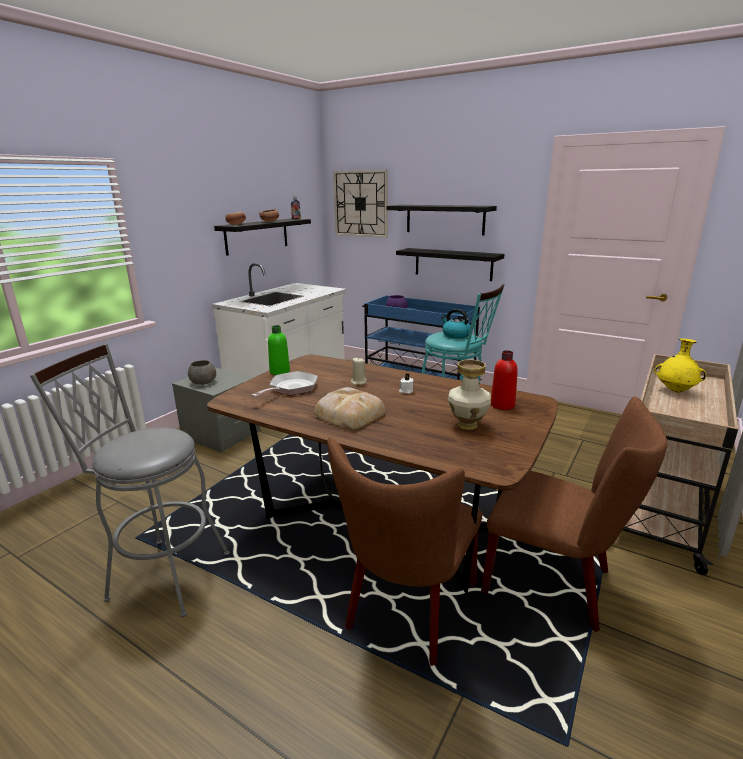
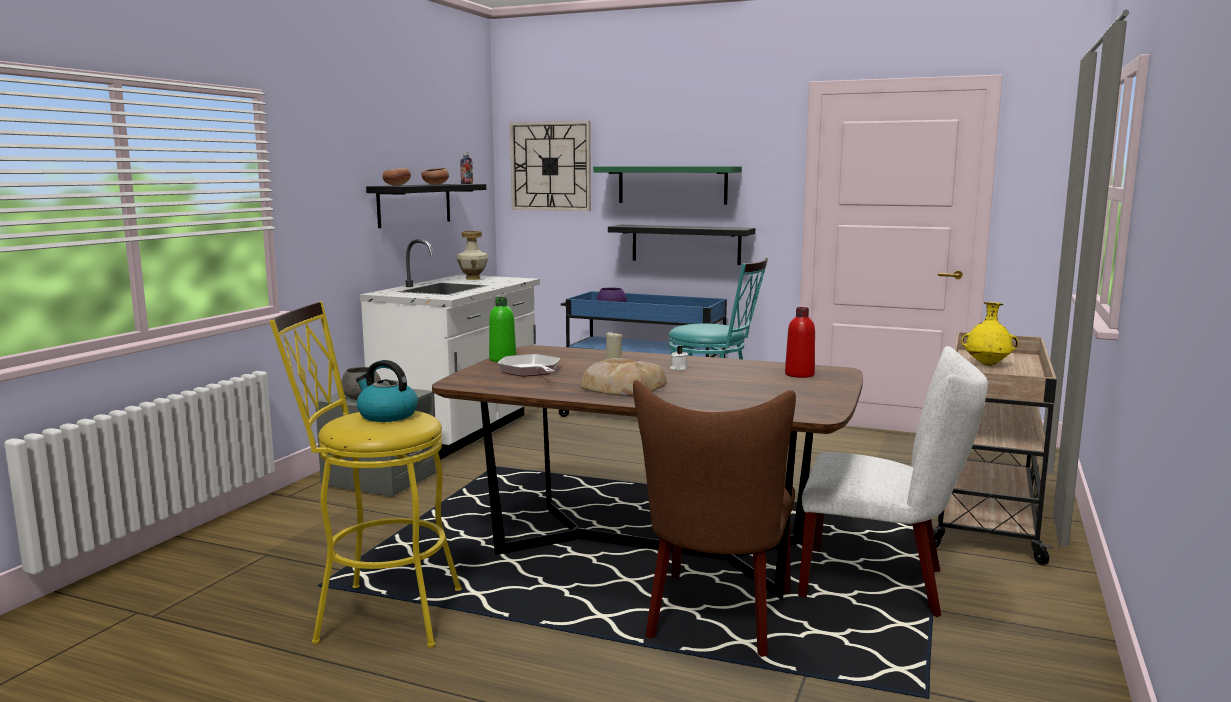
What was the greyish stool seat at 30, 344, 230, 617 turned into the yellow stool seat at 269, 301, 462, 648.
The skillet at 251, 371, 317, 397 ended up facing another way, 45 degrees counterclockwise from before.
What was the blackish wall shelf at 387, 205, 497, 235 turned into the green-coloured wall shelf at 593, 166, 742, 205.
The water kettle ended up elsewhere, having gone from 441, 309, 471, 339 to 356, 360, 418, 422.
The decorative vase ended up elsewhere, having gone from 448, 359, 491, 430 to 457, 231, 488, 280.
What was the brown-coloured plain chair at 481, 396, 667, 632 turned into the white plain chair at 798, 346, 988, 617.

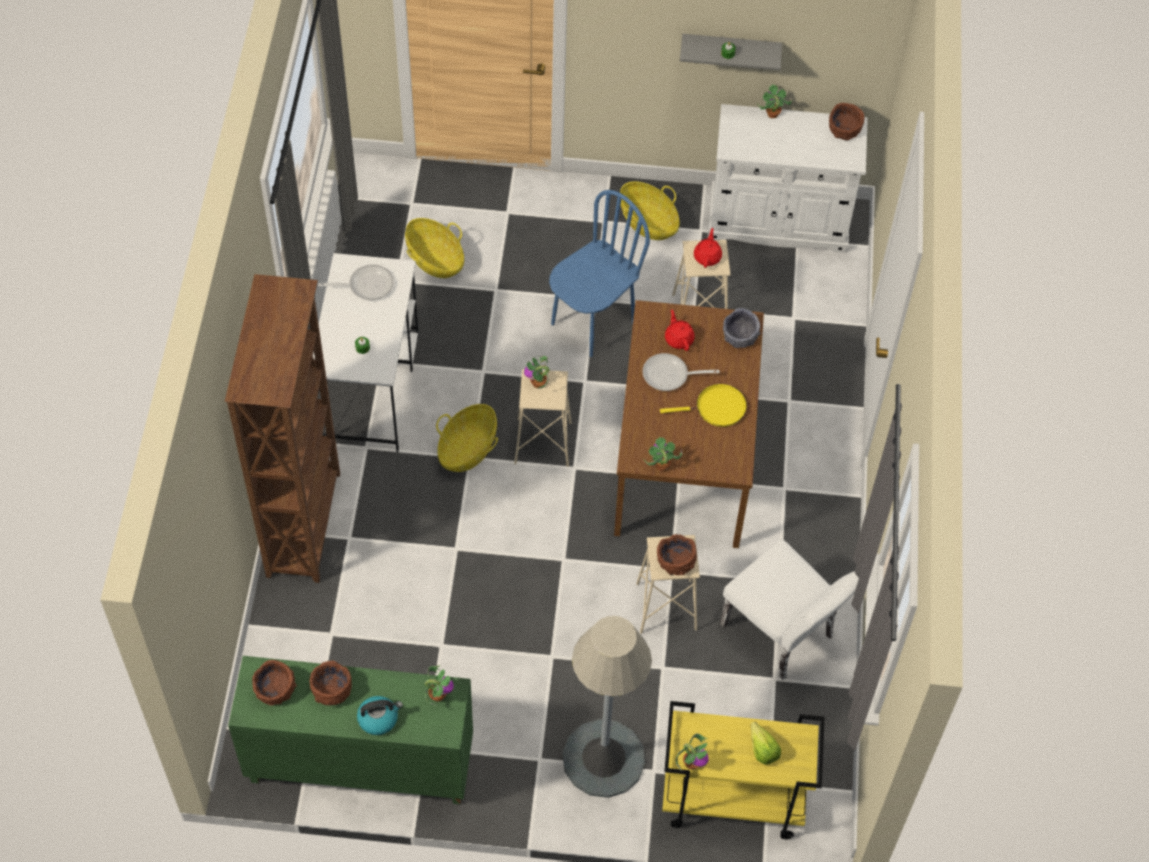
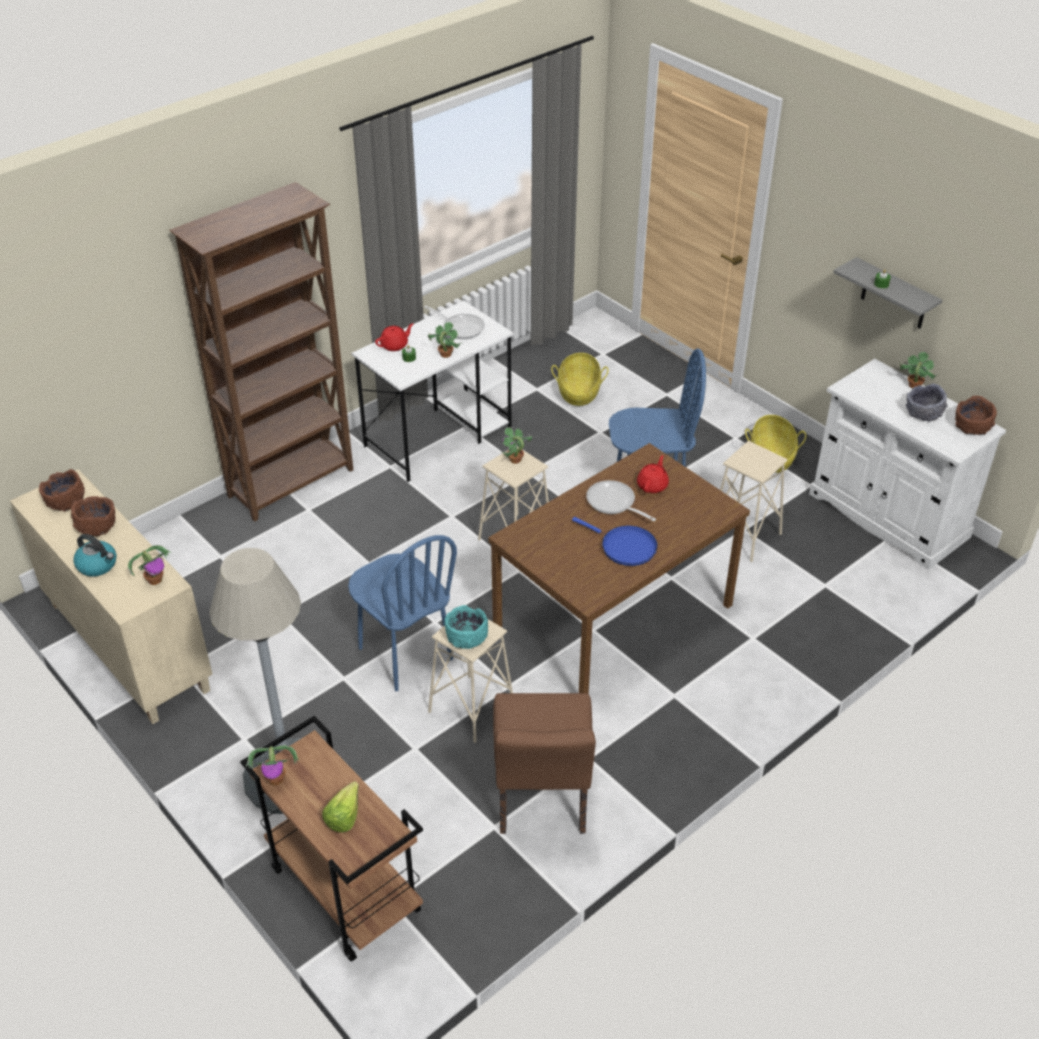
What was the green-coloured cabinet at 228, 656, 473, 804 turned into the beige cabinet at 10, 469, 212, 724.
The second view lost the household basket at 436, 404, 498, 472.
The plant in a pot ended up elsewhere, having gone from 643, 437, 683, 471 to 427, 322, 462, 358.
What was the brown-coloured serving bowl at 657, 534, 697, 576 turned into the turquoise-coloured serving bowl at 444, 605, 488, 649.
What was the yellow skillet at 660, 384, 747, 427 turned into the blue skillet at 572, 517, 658, 566.
What was the yellow trolley at 662, 701, 825, 839 turned into the brown-coloured trolley at 240, 716, 423, 962.
The red tea pot ended up elsewhere, having gone from 694, 228, 722, 268 to 375, 323, 414, 351.
What was the white plain chair at 720, 539, 859, 680 turned into the brown-coloured plain chair at 493, 693, 596, 834.
The greyish serving bowl ended up elsewhere, having gone from 723, 308, 761, 348 to 906, 383, 948, 422.
The second view gained the blue plain chair at 348, 535, 457, 691.

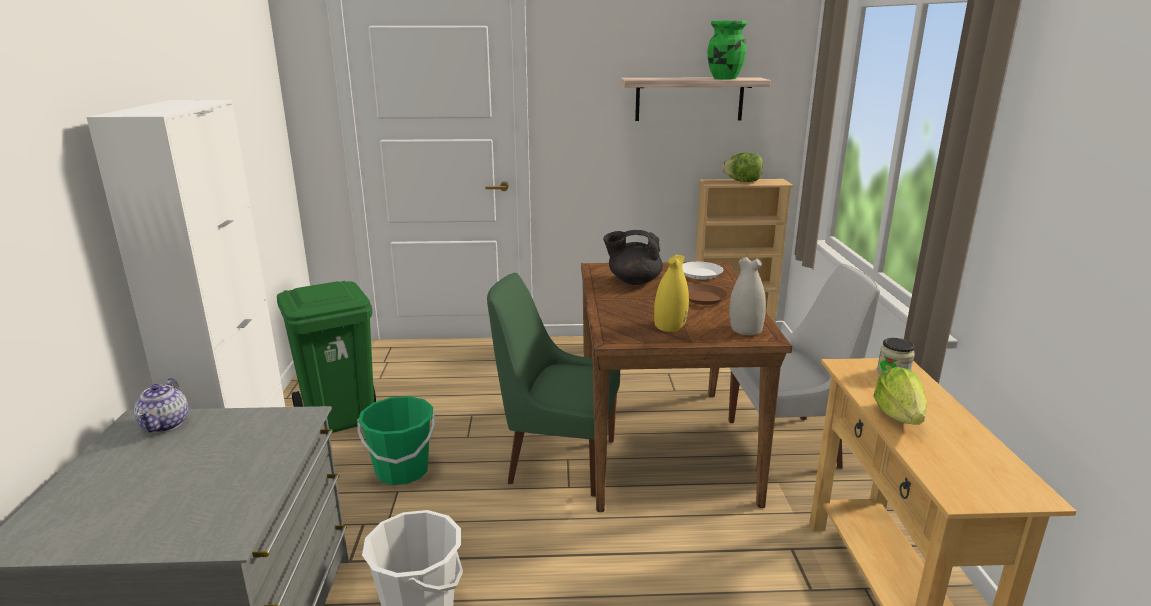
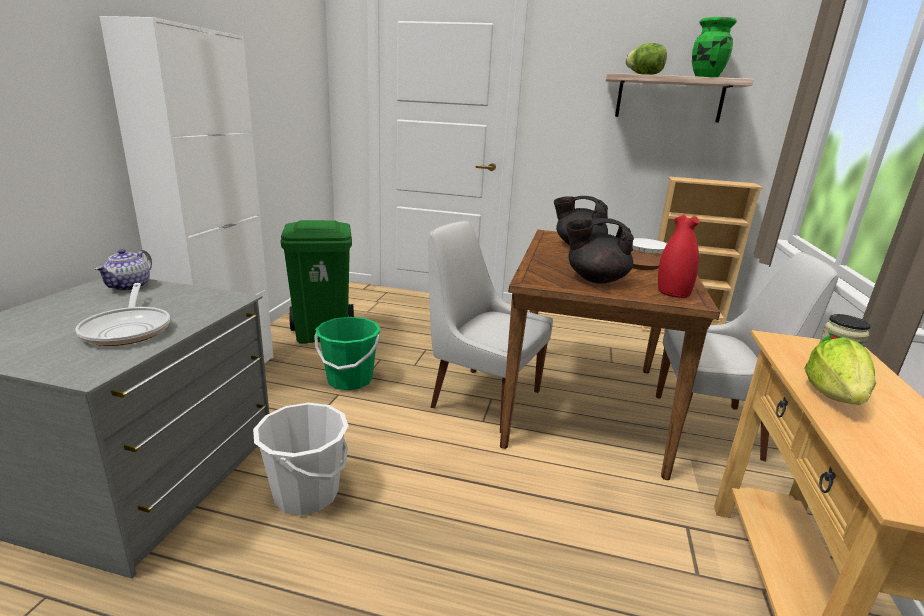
What was the green-coloured plain chair at 487, 273, 620, 497 turned into the white plain chair at 428, 221, 553, 433.
Where the yellow decorative vase stood at 654, 255, 689, 332, the blackish tea pot came to stand at 566, 218, 634, 284.
The lettuce head ended up elsewhere, having gone from 722, 153, 763, 182 to 625, 43, 667, 75.
What was the white decorative vase at 729, 257, 766, 335 turned into the red decorative vase at 658, 215, 699, 298.
The second view gained the skillet at 75, 283, 170, 346.

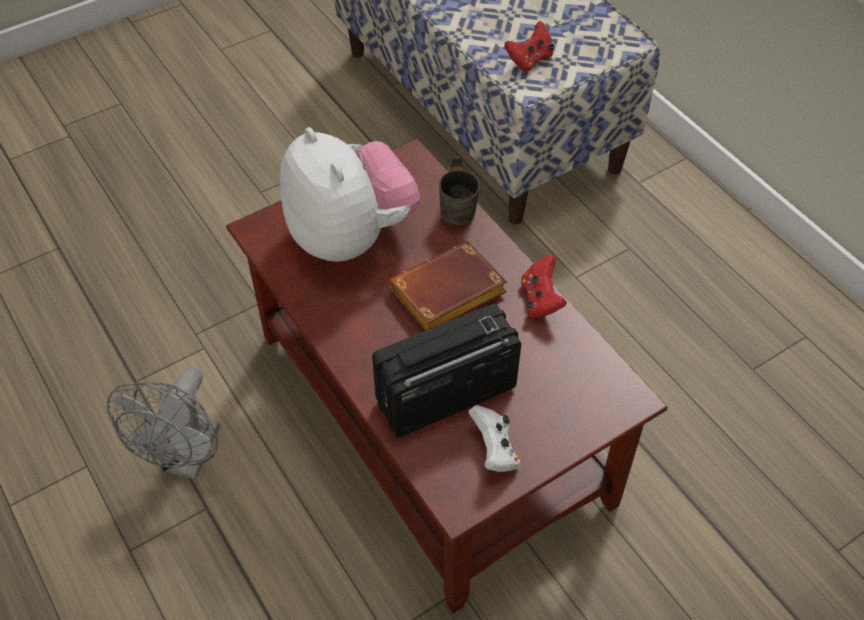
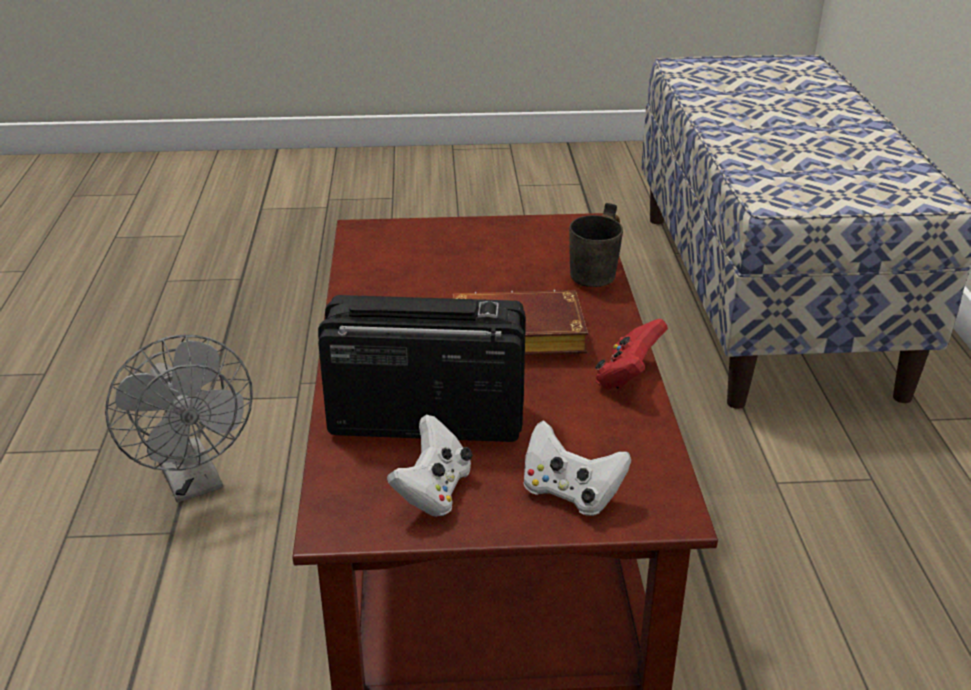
The greyish fan at 107, 367, 220, 480 ended up facing another way, 75 degrees counterclockwise from before.
The second view lost the plush toy at 280, 127, 420, 262.
The second view lost the red joypad at 504, 21, 554, 71.
The second view gained the white joypad at 523, 420, 631, 516.

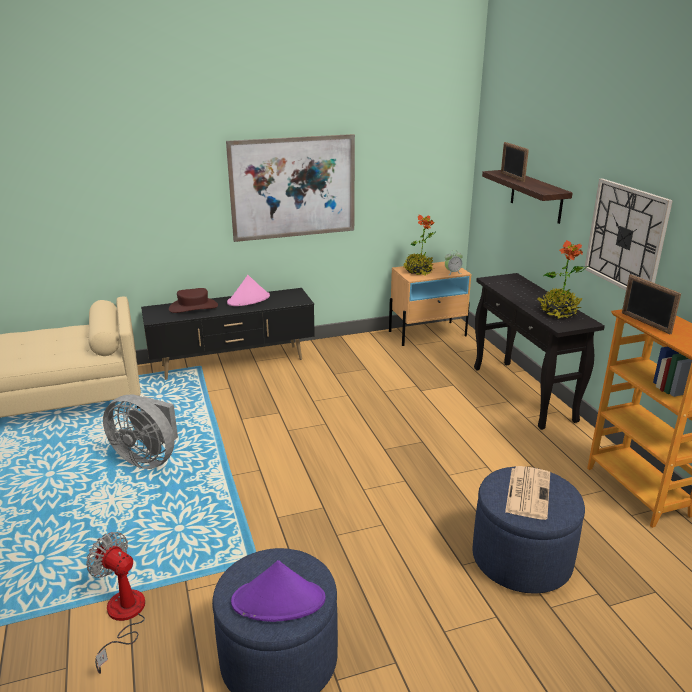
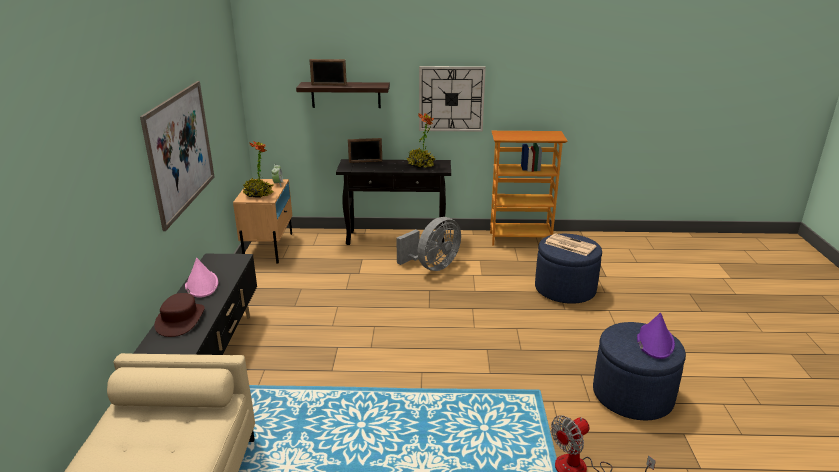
The greyish fan ended up elsewhere, having gone from 103, 395, 178, 469 to 396, 217, 461, 271.
The photo frame ended up elsewhere, having gone from 622, 274, 681, 334 to 348, 138, 382, 163.

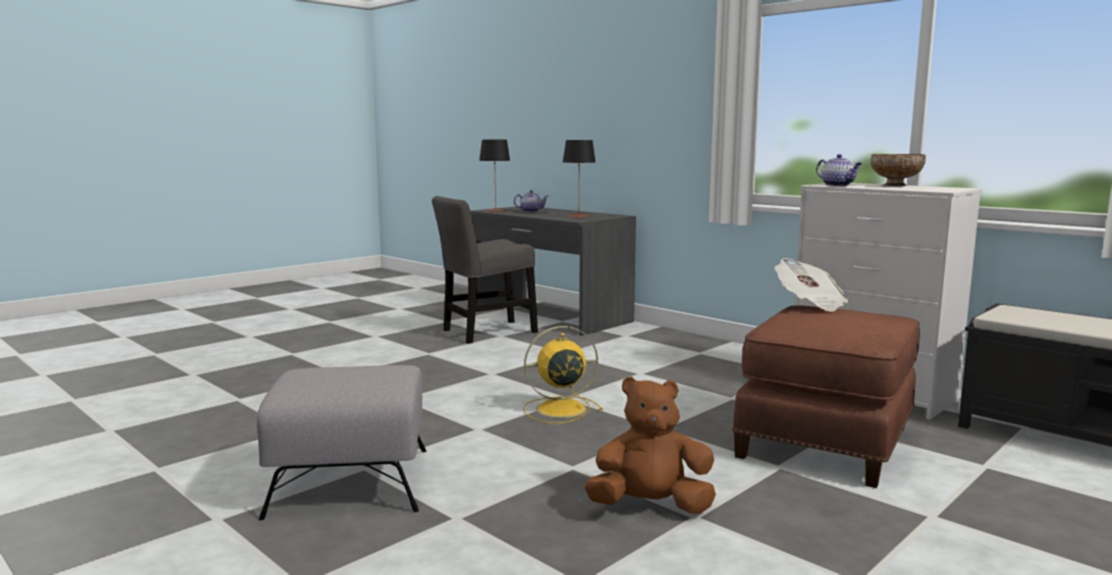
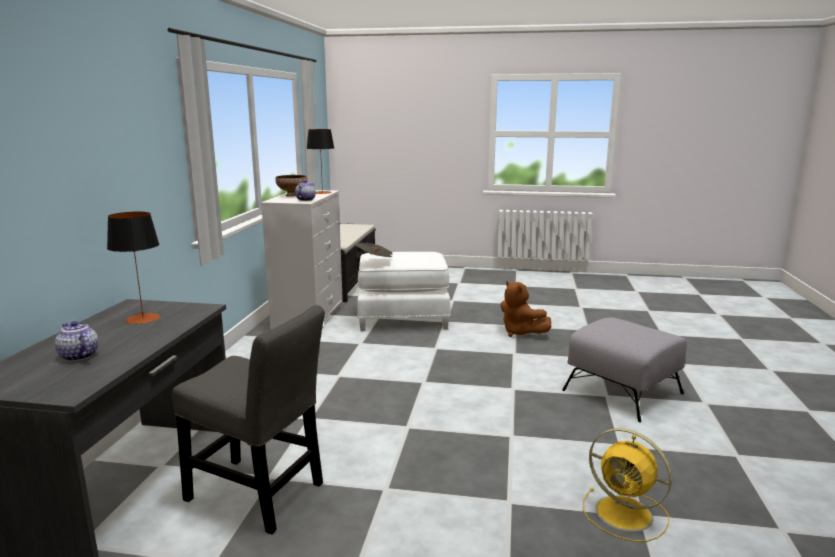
The table lamp ended up elsewhere, having gone from 479, 140, 510, 212 to 307, 129, 334, 194.
The yellow fan ended up elsewhere, having gone from 523, 326, 603, 424 to 583, 428, 672, 542.
What was the brown-coloured ottoman at 732, 305, 920, 488 turned into the white ottoman at 357, 252, 451, 331.

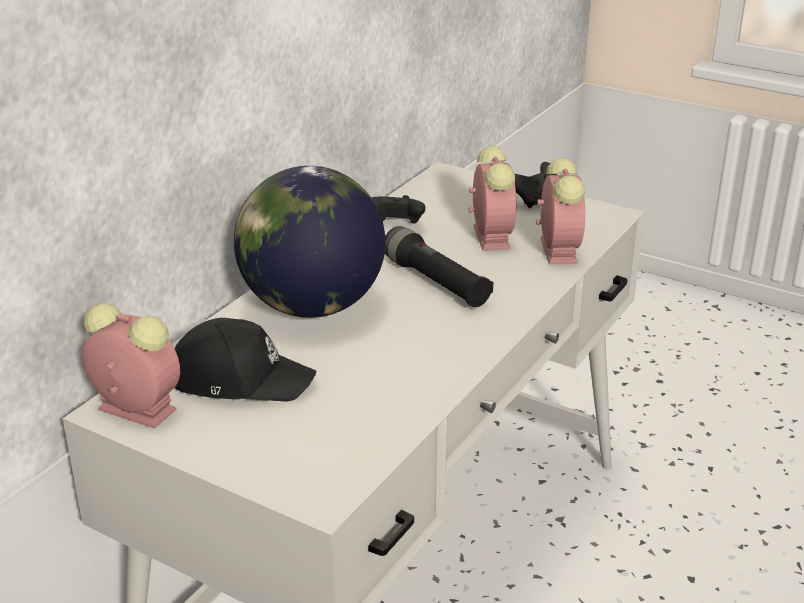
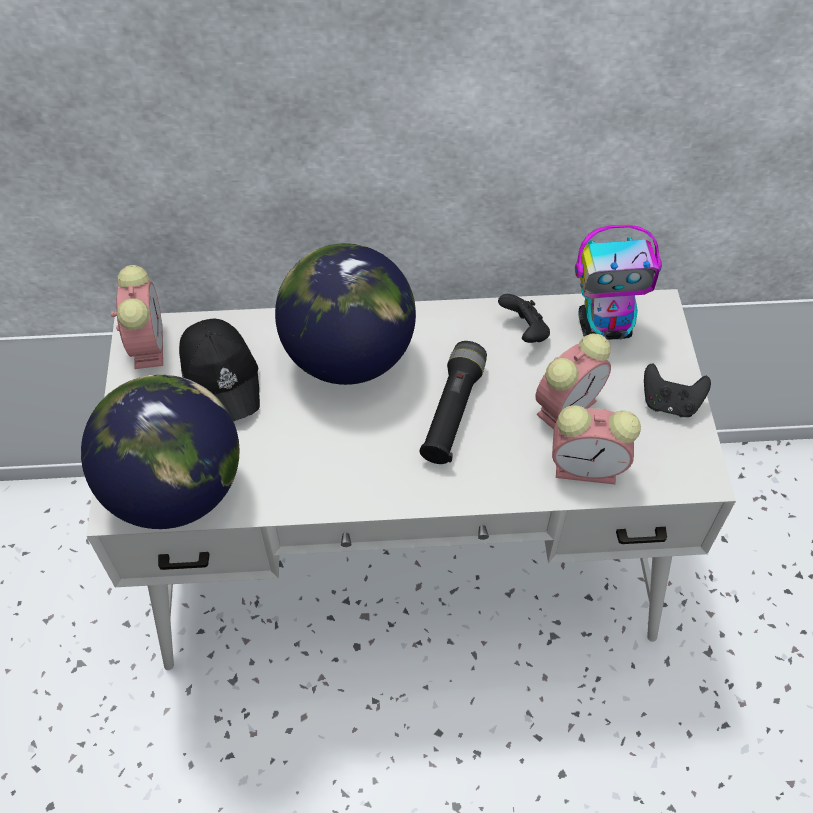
The table clock at 536, 158, 585, 264 ended up facing another way, 45 degrees clockwise from before.
The second view gained the globe at 81, 375, 239, 529.
The second view gained the model robot at 575, 225, 662, 340.

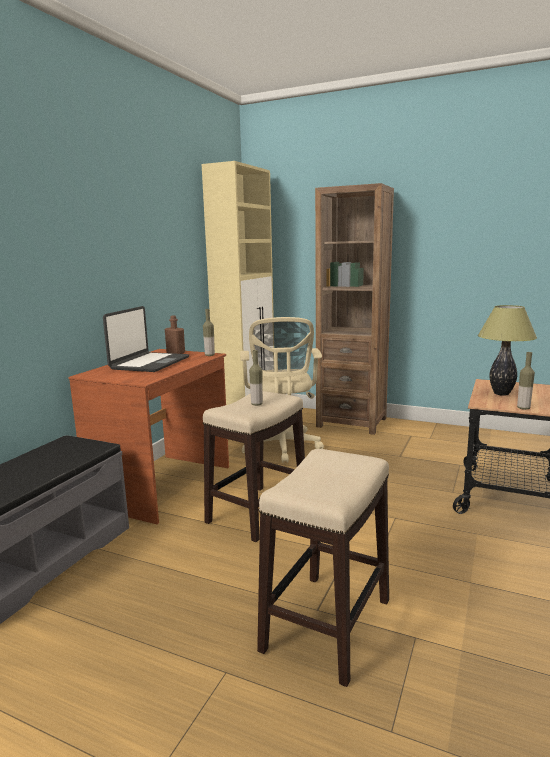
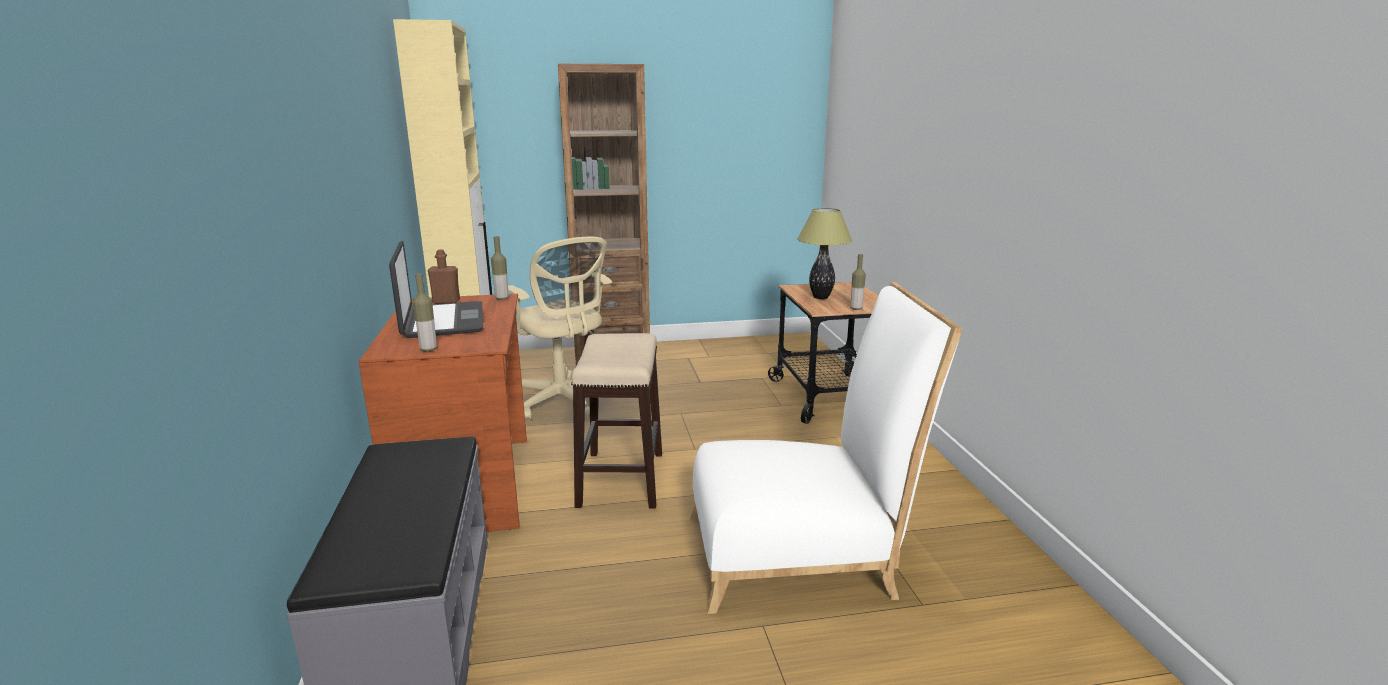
The drink bottle ended up elsewhere, having gone from 249, 350, 263, 406 to 413, 273, 437, 352.
Where the stool seat stood at 257, 449, 389, 687, the white plain chair came to stand at 690, 282, 963, 614.

